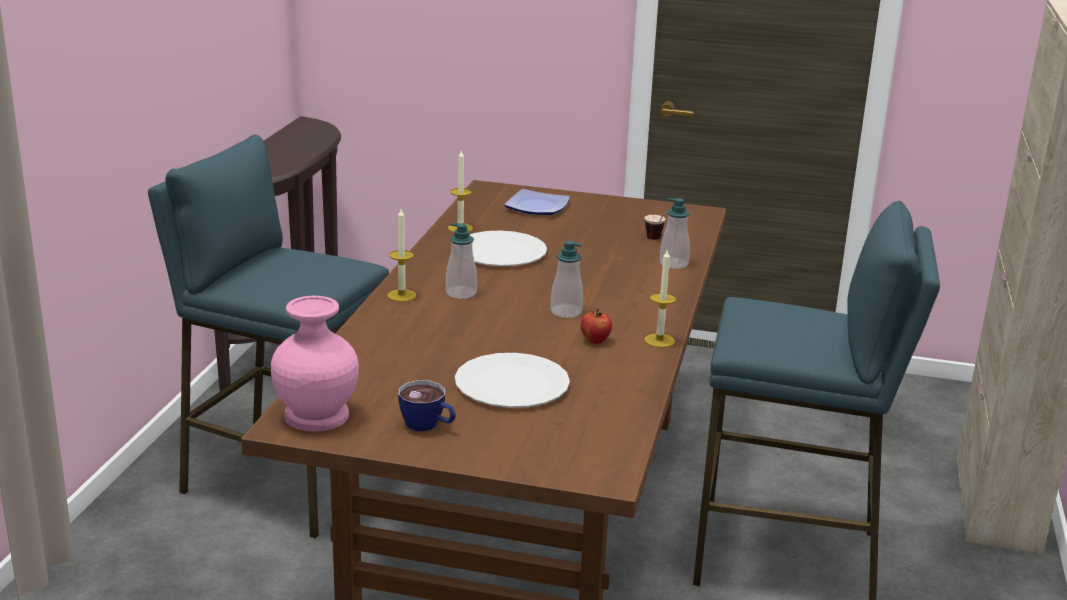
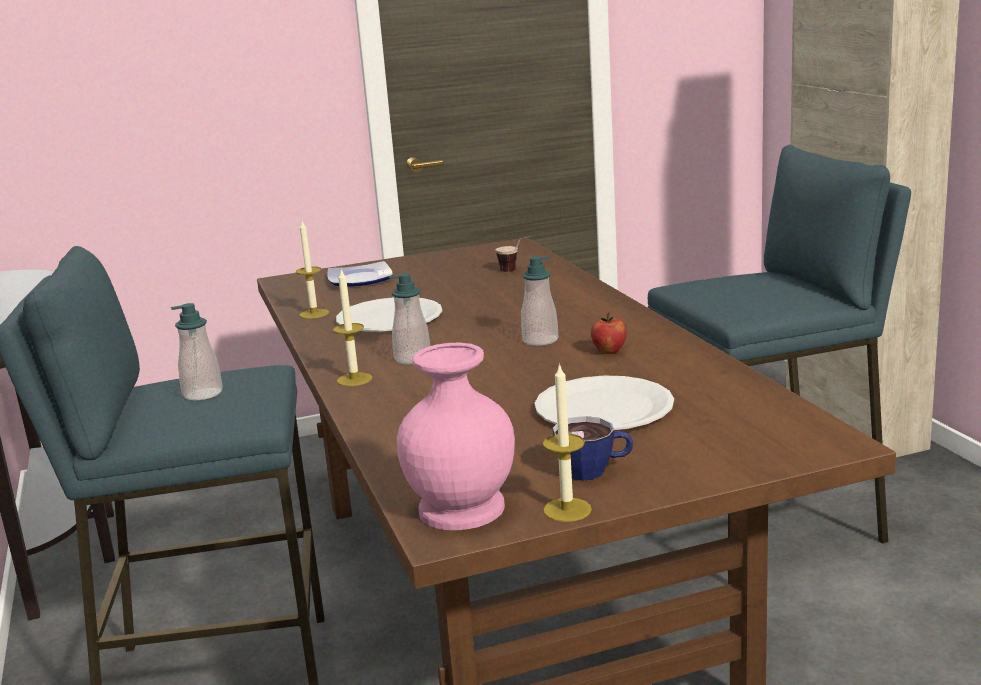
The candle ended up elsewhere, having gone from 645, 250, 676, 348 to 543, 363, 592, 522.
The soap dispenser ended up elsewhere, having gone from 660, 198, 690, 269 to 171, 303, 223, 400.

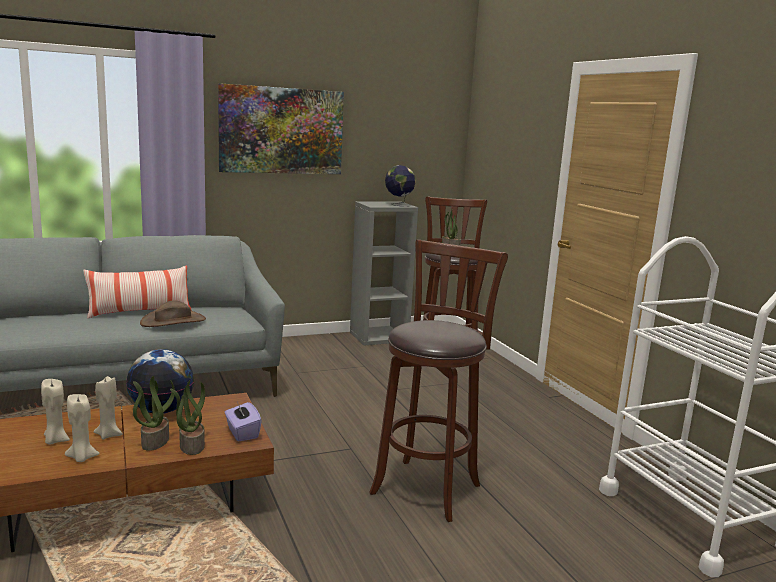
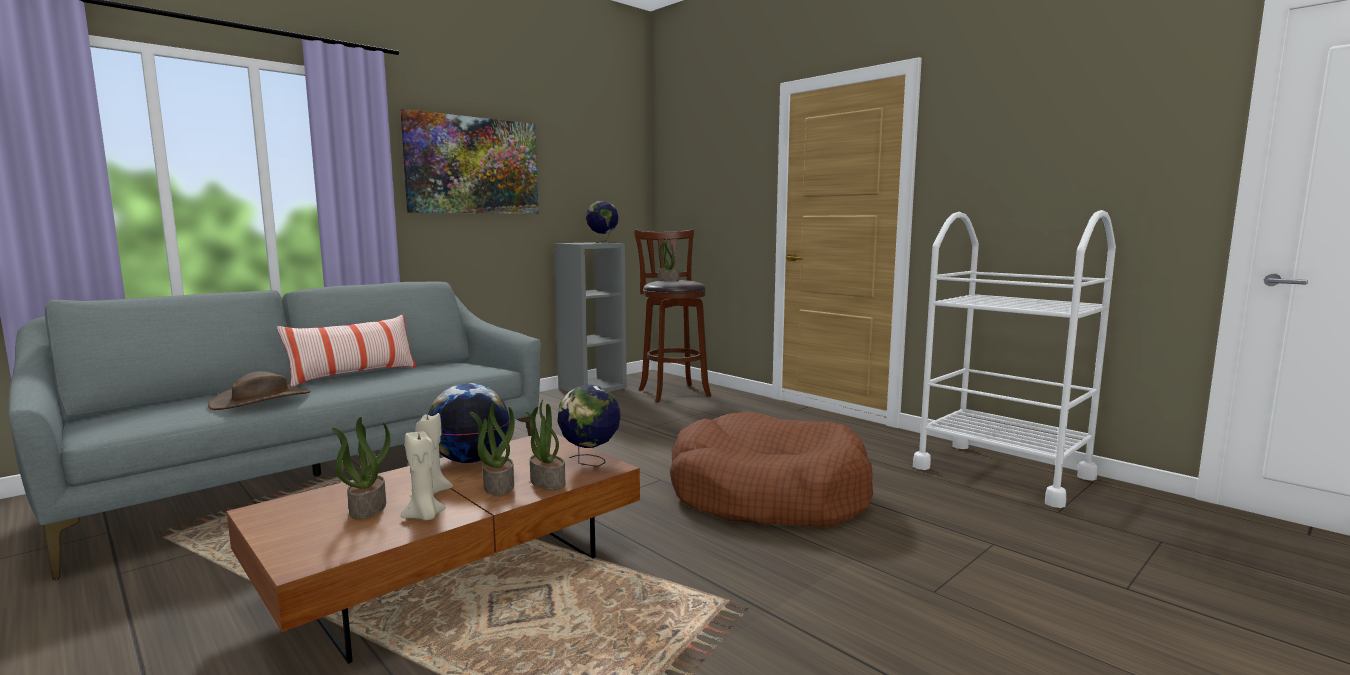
Where the beige candle stood at 41, 379, 70, 445, the plant in a pot came to stand at 332, 417, 390, 519.
The brown-coloured hat ended up elsewhere, having gone from 140, 300, 206, 327 to 208, 371, 311, 410.
Where the purple-coloured box of tissues stood at 225, 402, 262, 442, the globe came to stand at 557, 385, 620, 467.
Where the brown-coloured stool seat stood at 369, 240, 508, 522, the brown-coloured dog bed came to stand at 670, 412, 873, 528.

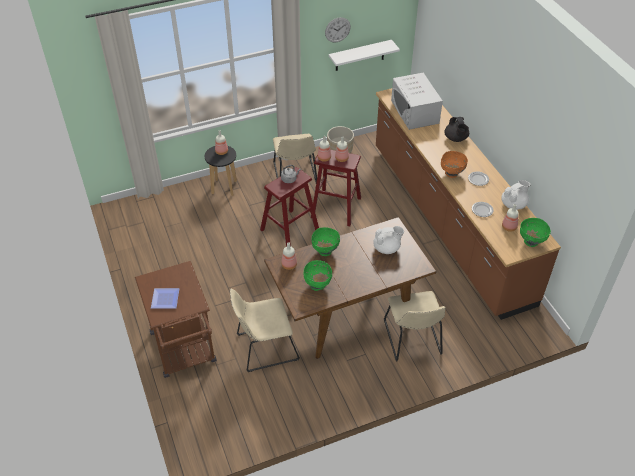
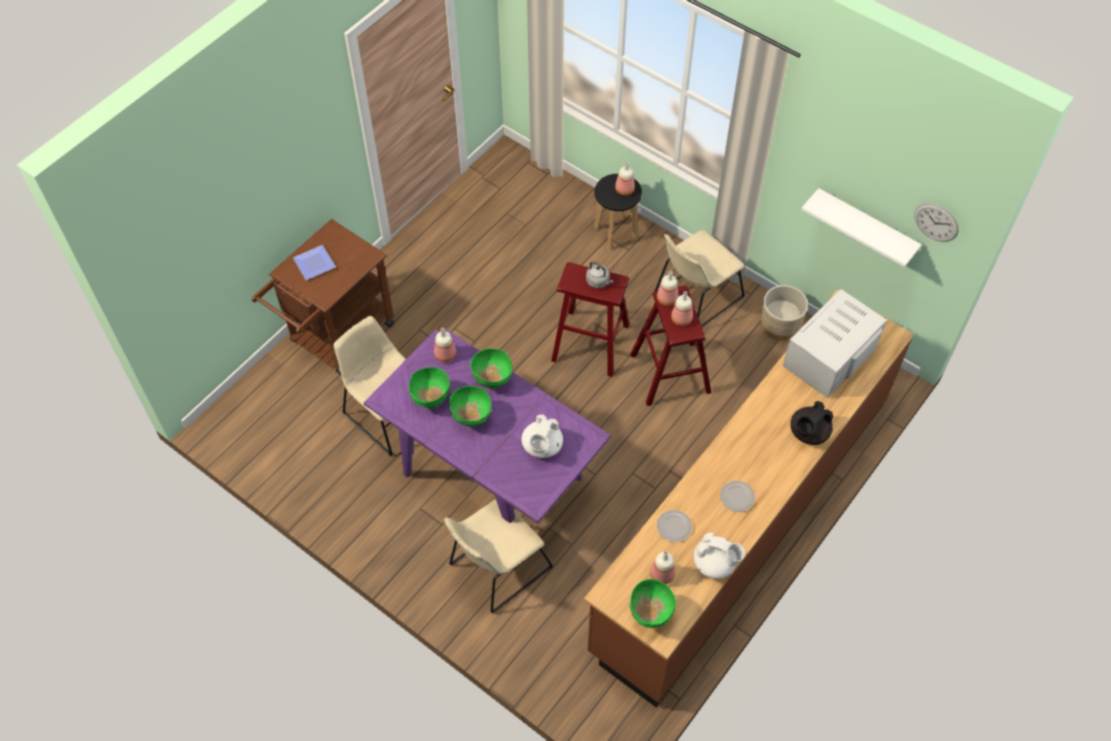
What was the brown-coloured kitchen table at 264, 217, 436, 359 turned into the purple-coloured kitchen table at 364, 325, 611, 524.
The wall clock ended up elsewhere, having gone from 325, 17, 351, 43 to 914, 203, 959, 242.
The white tea pot at 373, 226, 404, 254 ended up facing another way, 60 degrees clockwise from before.
The second view lost the orangey serving bowl at 441, 151, 468, 178.
The second view gained the green-coloured serving bowl at 449, 386, 491, 427.

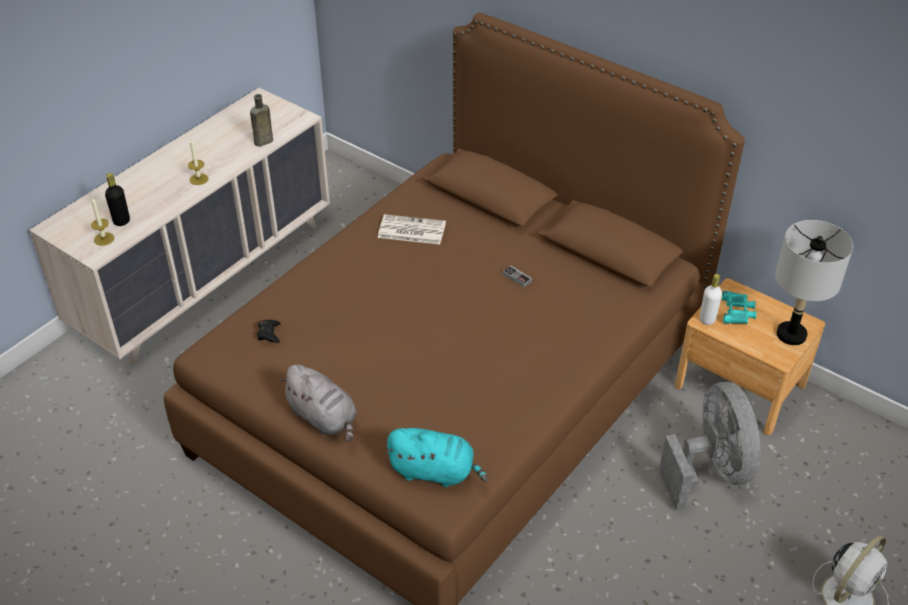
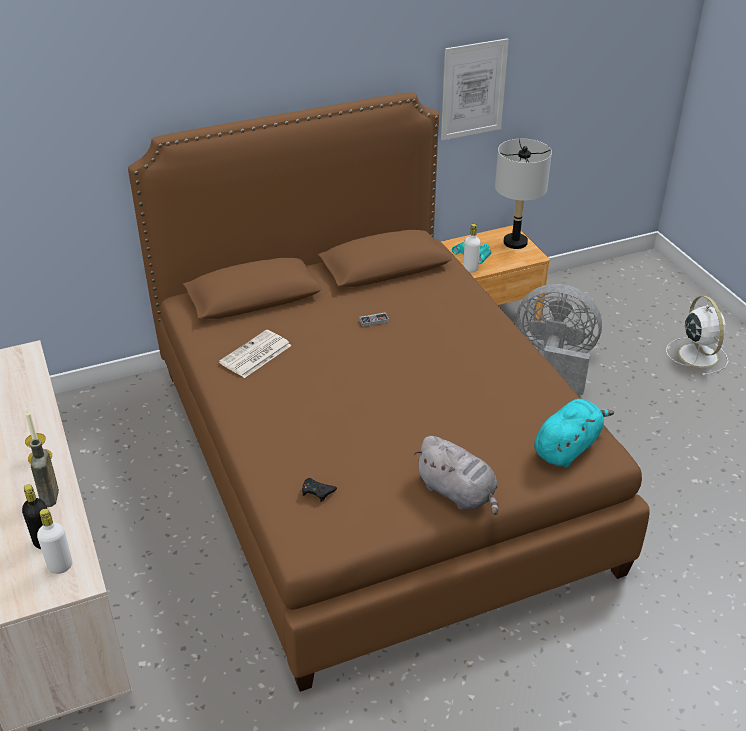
Where the candle stood at 91, 197, 114, 246, the white drink bottle came to stand at 37, 509, 72, 574.
The brown-coloured drink bottle ended up elsewhere, having gone from 250, 94, 273, 147 to 29, 439, 59, 507.
The greyish plush toy at 279, 364, 357, 442 ended up facing another way, 60 degrees clockwise from before.
The second view gained the wall picture at 441, 38, 509, 140.

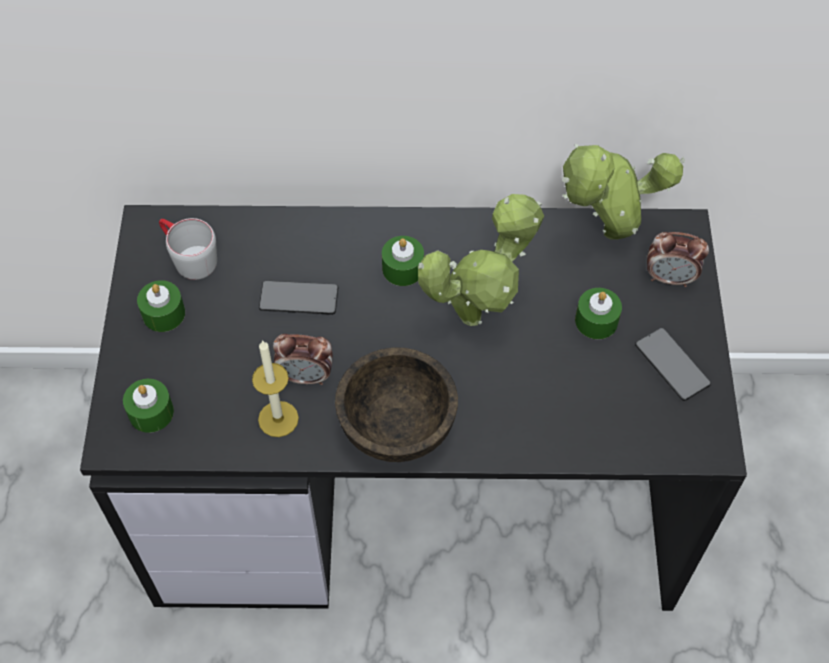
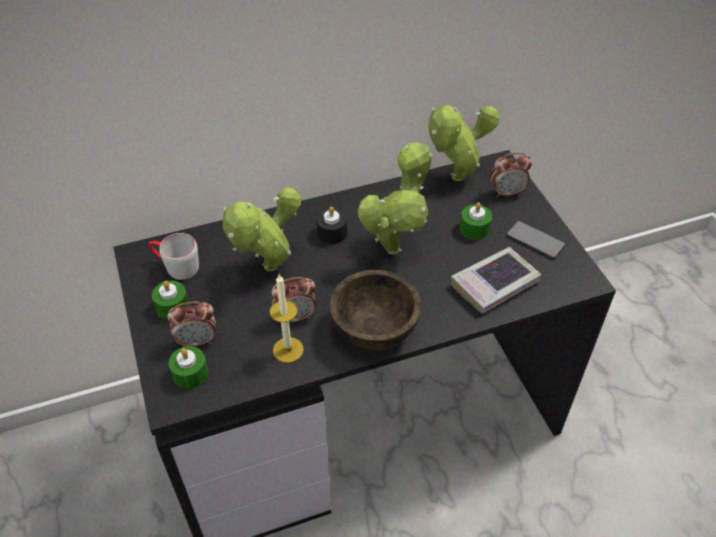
Where the handset stood at 259, 281, 338, 315, the plant in a pot came to stand at 222, 186, 301, 271.
What was the green-coloured candle at 382, 236, 424, 286 turned into the blackish candle at 316, 207, 347, 244.
The second view gained the table clock at 168, 302, 216, 347.
The second view gained the bound book at 451, 247, 541, 314.

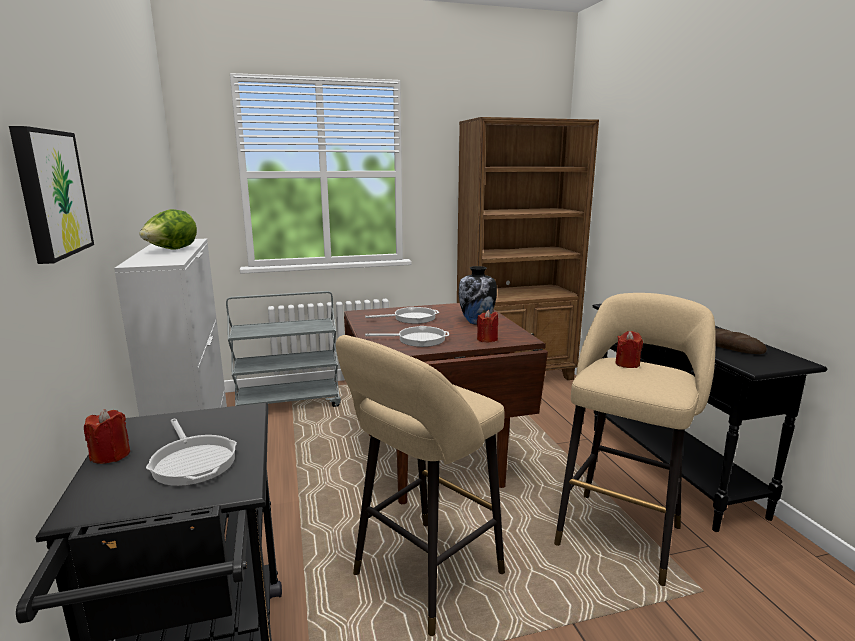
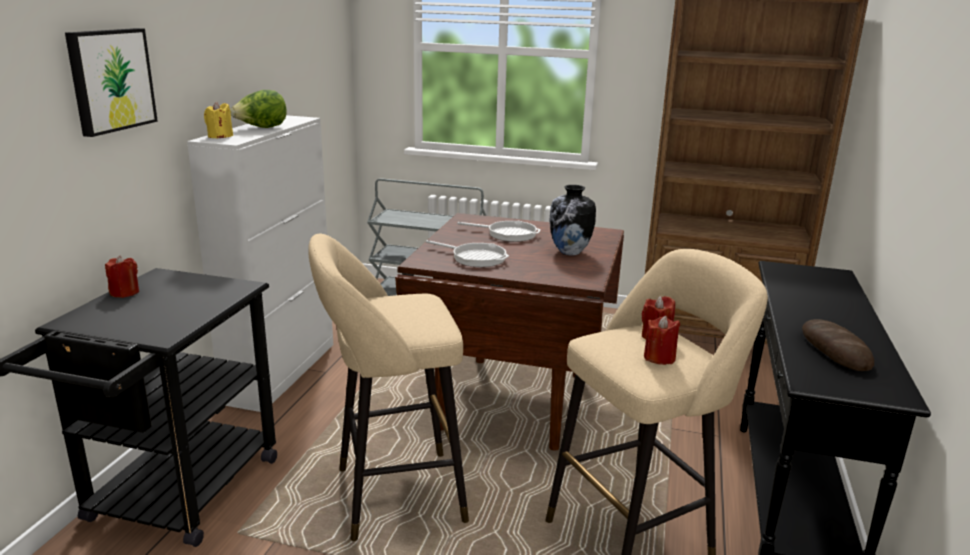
The second view lost the skillet at 146, 419, 237, 486.
The red candle ended up elsewhere, having gone from 477, 310, 498, 342 to 644, 316, 680, 365.
The second view gained the yellow candle at 204, 101, 233, 139.

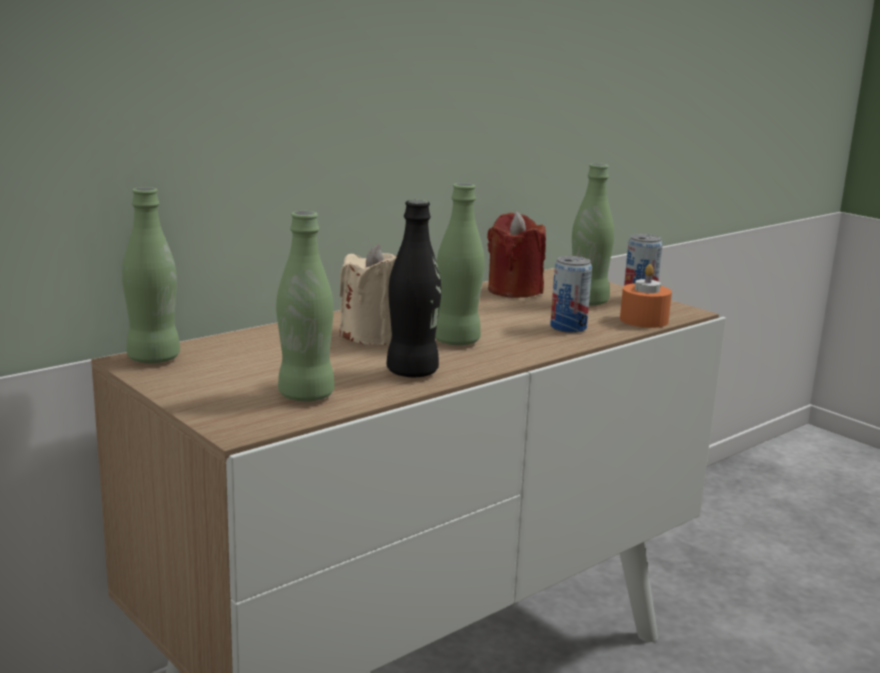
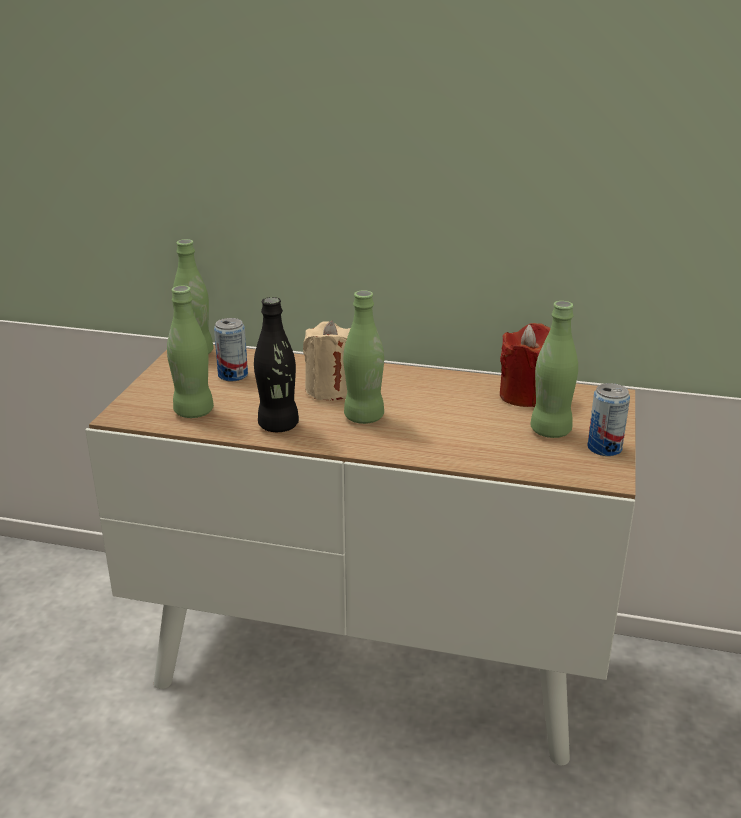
The sealed can ended up elsewhere, having gone from 550, 256, 592, 333 to 214, 318, 248, 381.
The second view lost the orangey candle at 620, 264, 672, 328.

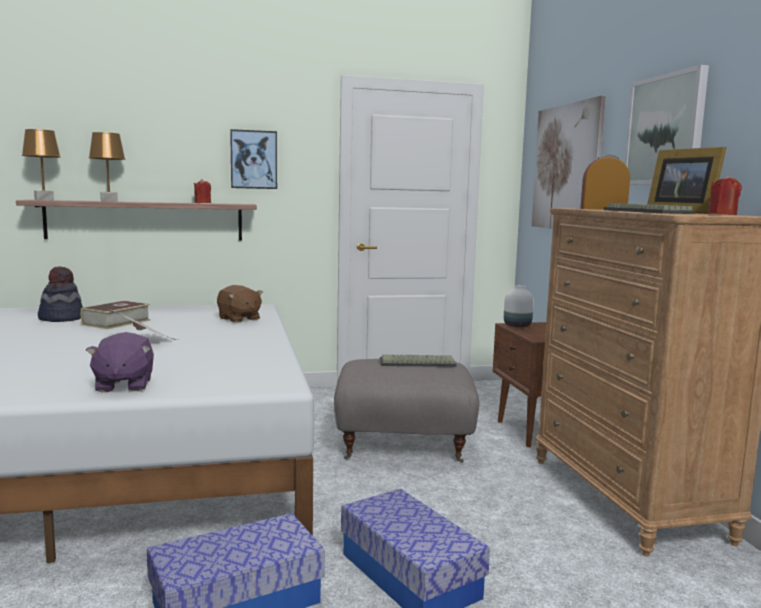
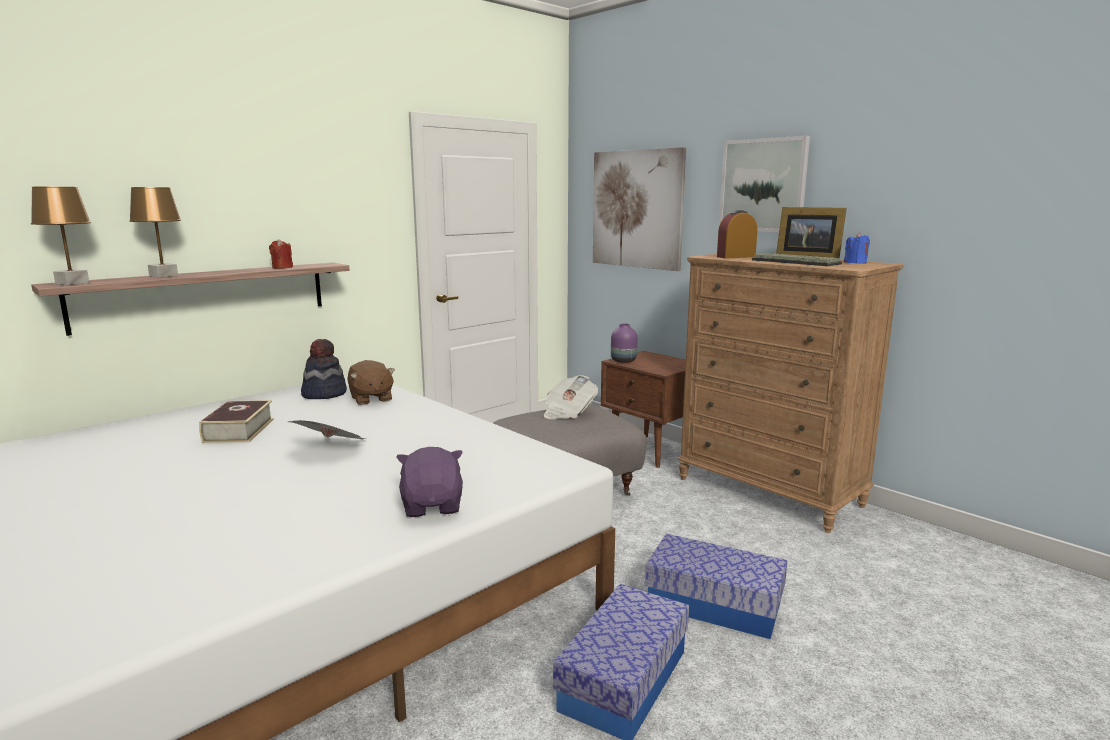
The hat ended up elsewhere, having gone from 38, 266, 83, 322 to 301, 339, 347, 399.
The purple-coloured plush toy at 86, 332, 154, 392 ended up facing another way, 150 degrees counterclockwise from before.
The brown-coloured plush toy at 217, 285, 263, 323 ended up facing another way, 45 degrees clockwise from before.
The second view lost the wall picture at 230, 129, 277, 189.
Where the PC keyboard stood at 380, 355, 457, 367, the daily paper came to stand at 543, 375, 598, 419.
What was the white decorative vase at 504, 285, 534, 327 turned into the purple-coloured decorative vase at 611, 324, 638, 362.
What was the red candle at 708, 175, 742, 215 turned into the blue candle at 844, 233, 870, 264.

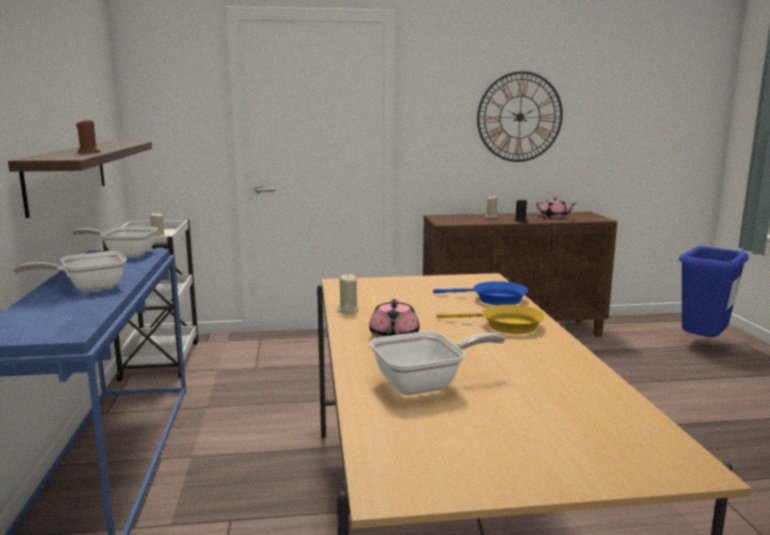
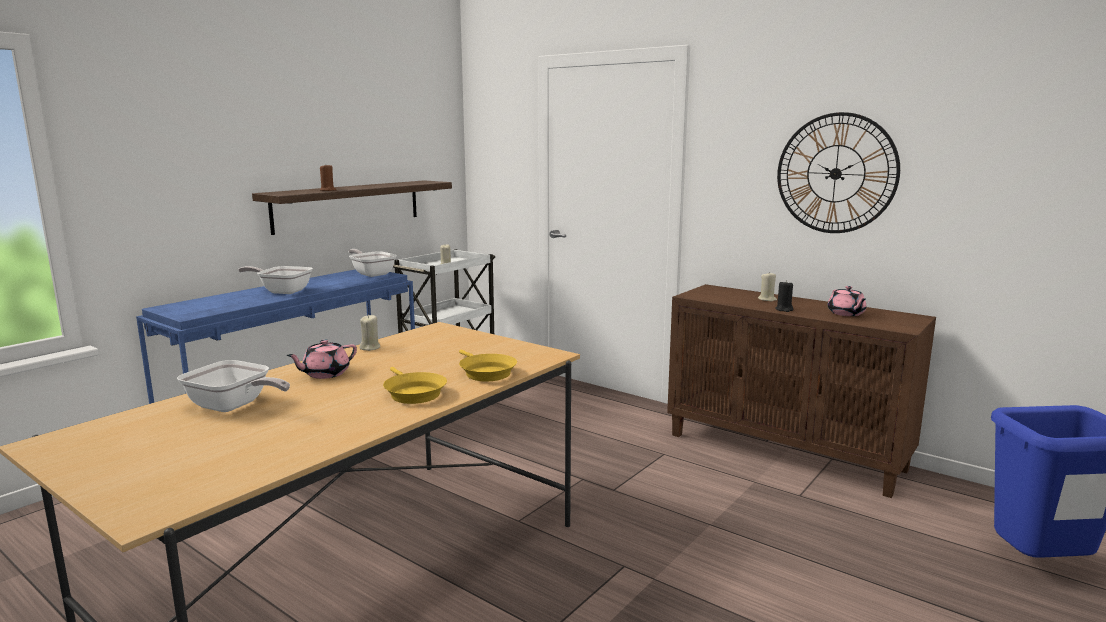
What was the blue skillet at 433, 281, 528, 305 turned into the yellow skillet at 459, 350, 517, 381.

